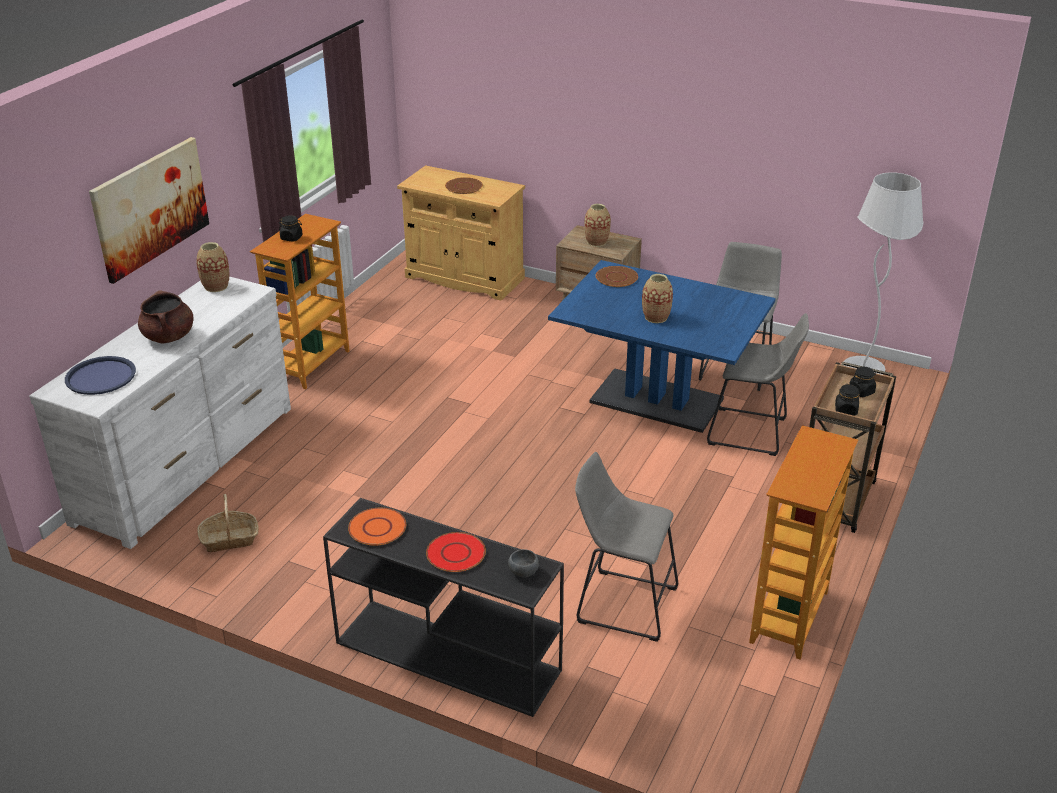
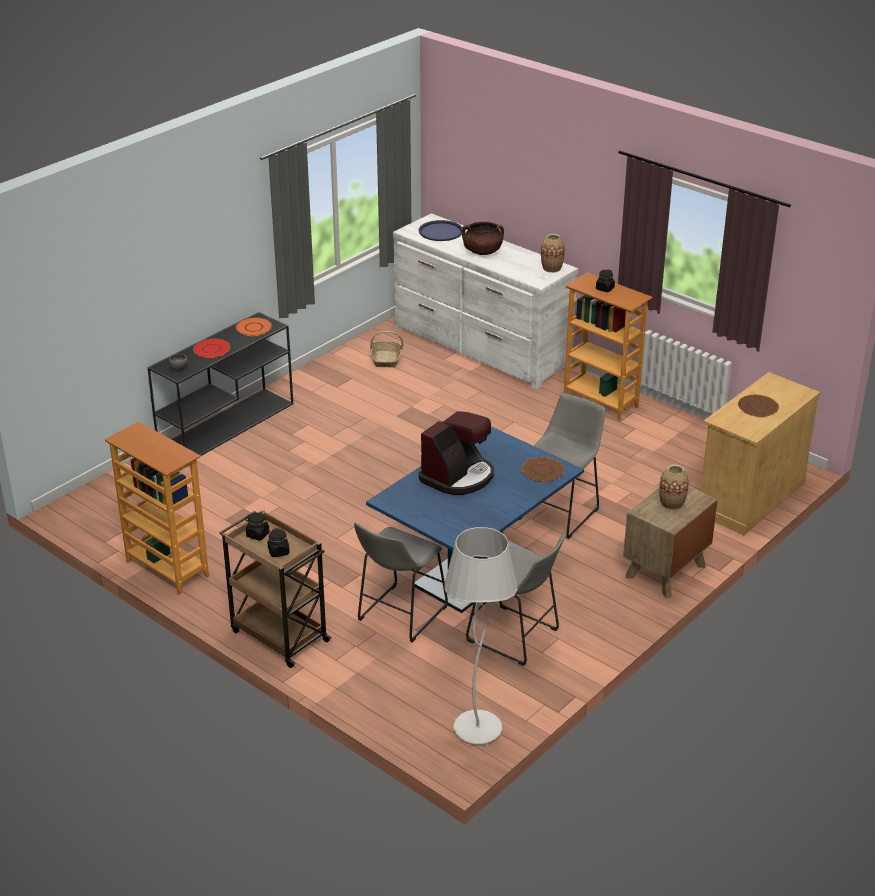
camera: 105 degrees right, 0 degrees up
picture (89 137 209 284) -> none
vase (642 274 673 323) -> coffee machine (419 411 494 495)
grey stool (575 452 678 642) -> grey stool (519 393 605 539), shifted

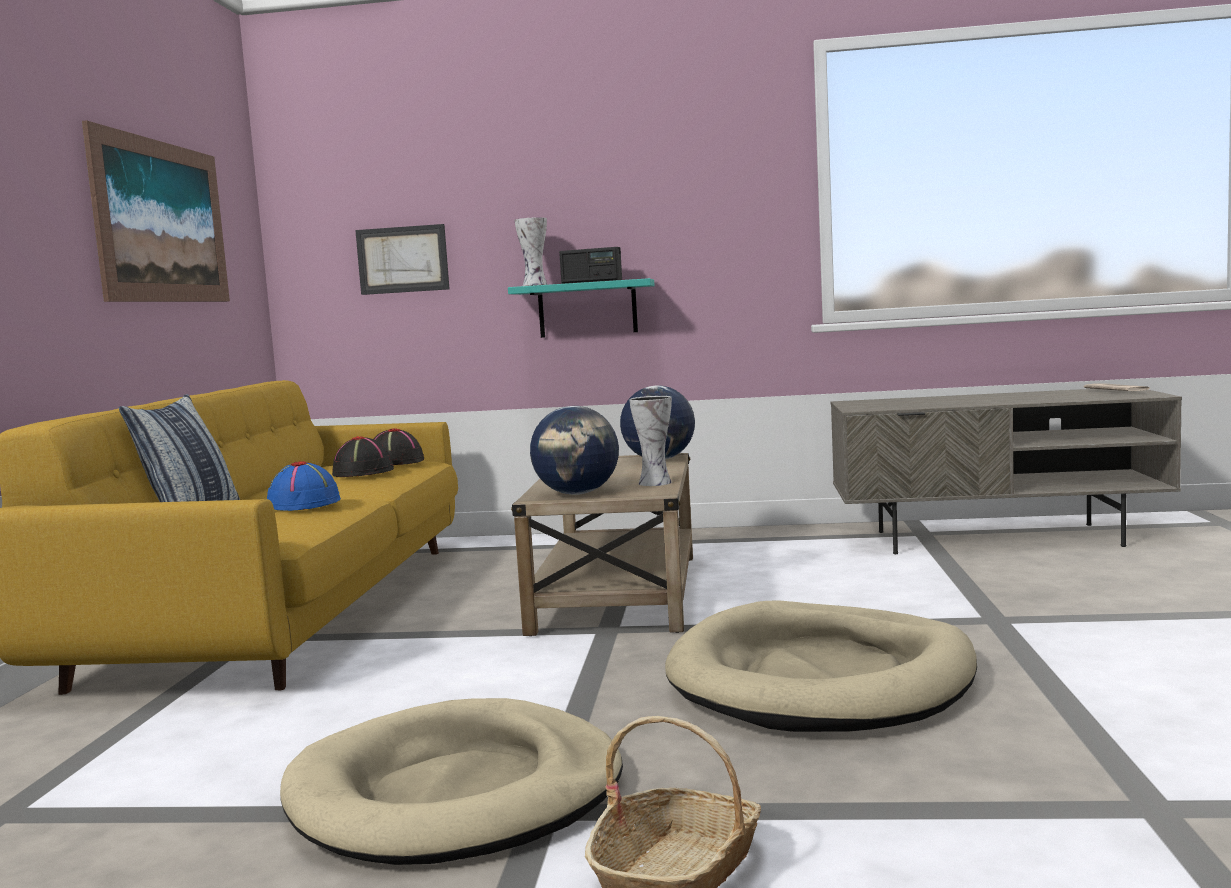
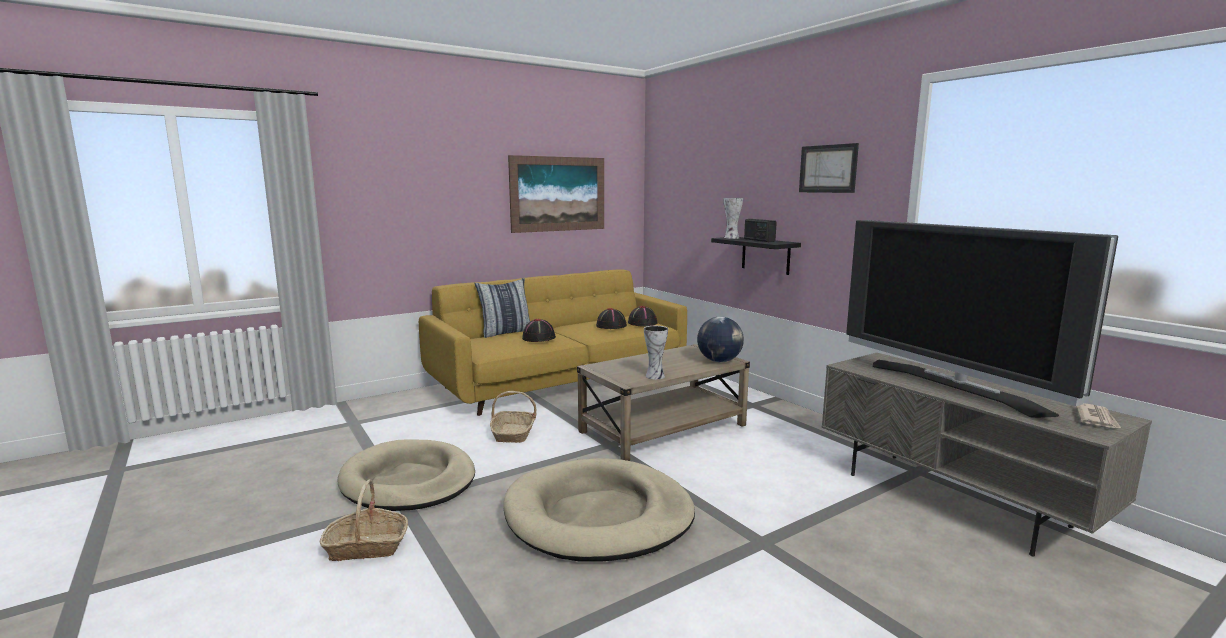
camera: 50 degrees right, 5 degrees up
picture (355 224 450 295) -> picture (799 143 859 193), shifted
turquoise shelf (508 278 655 338) -> black shelf (711 237 801 275)
globe (530 406 619 495) -> none
blue hat (267 461 341 511) -> black hat (522 319 556 342)
none -> television (846 220 1118 418)
none -> basket (490 391 537 443)

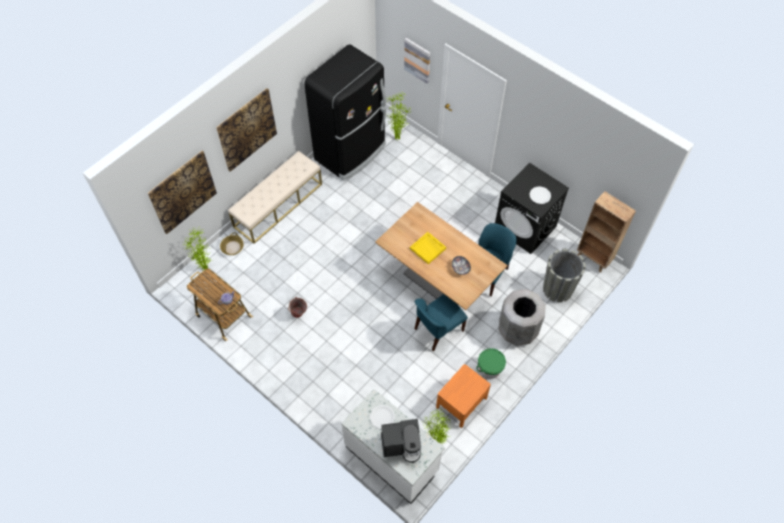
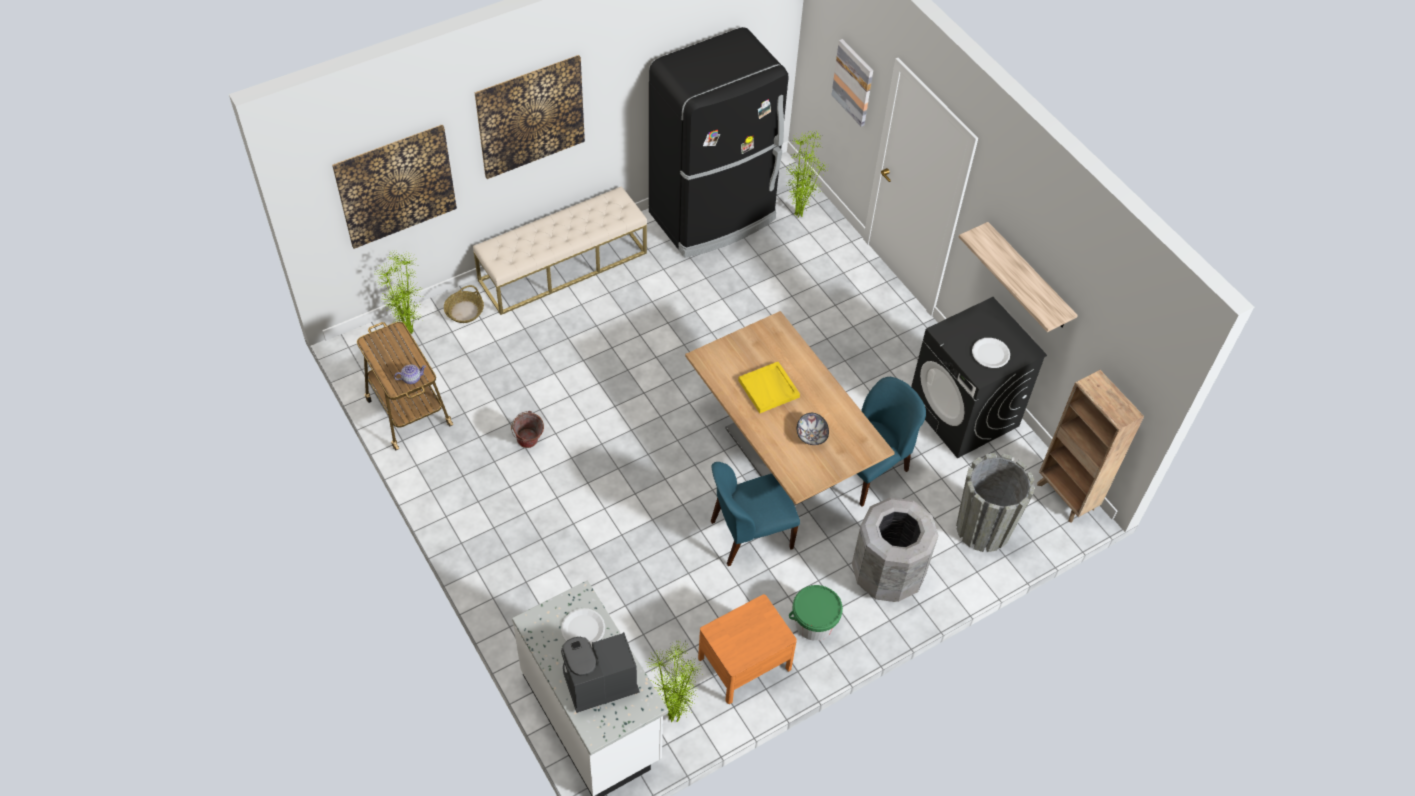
camera: 15 degrees right, 5 degrees down
coffee machine (381 419 421 463) -> coffee machine (561 632 640 713), 150 degrees clockwise
none -> shelf (959 222 1078 332)

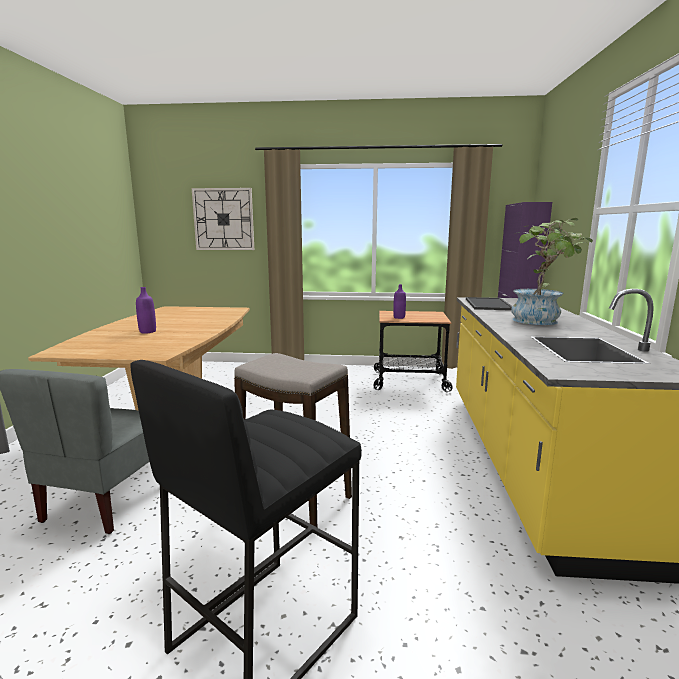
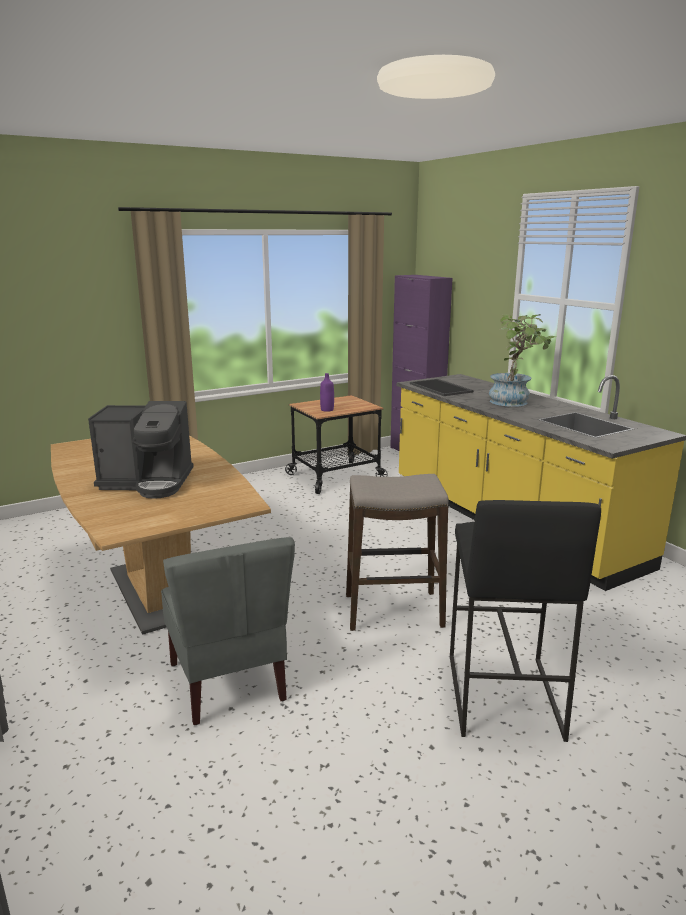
camera: 35 degrees left, 5 degrees up
wall clock (192 188 254 250) -> none
purple bottle (136 287 156 334) -> coffee machine (88 401 194 499)

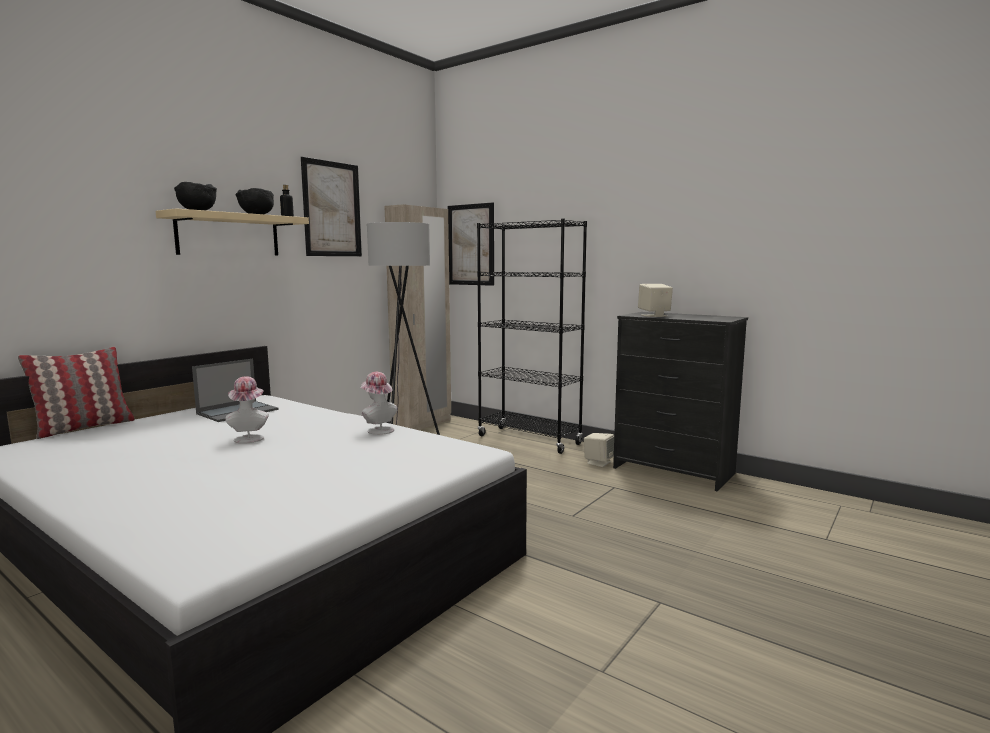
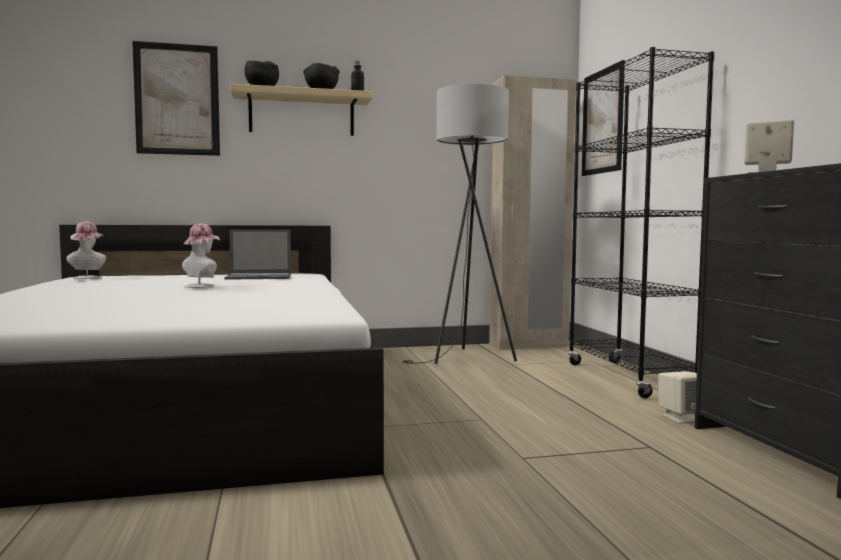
camera: 40 degrees right, 5 degrees down
picture (301 157 362 256) -> picture (132 41 220 156), shifted
pillow (18 347 135 439) -> none
hat (361 372 397 435) -> hat (66 221 106 279), shifted

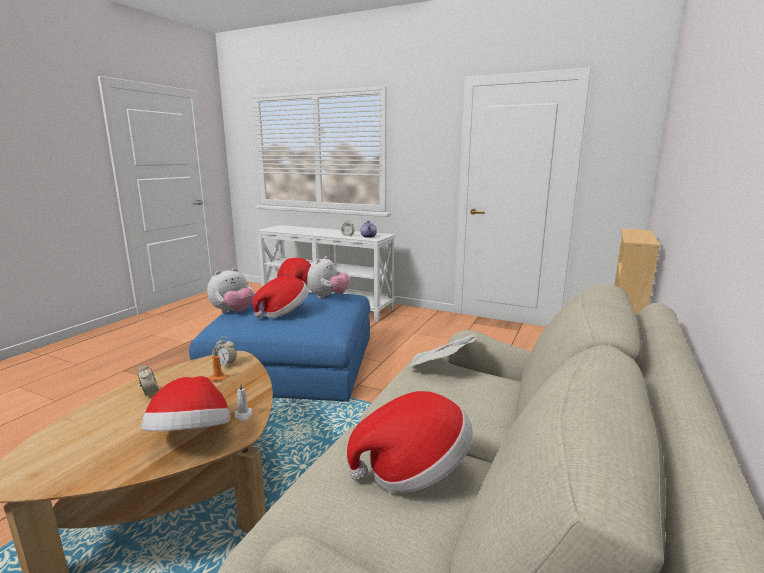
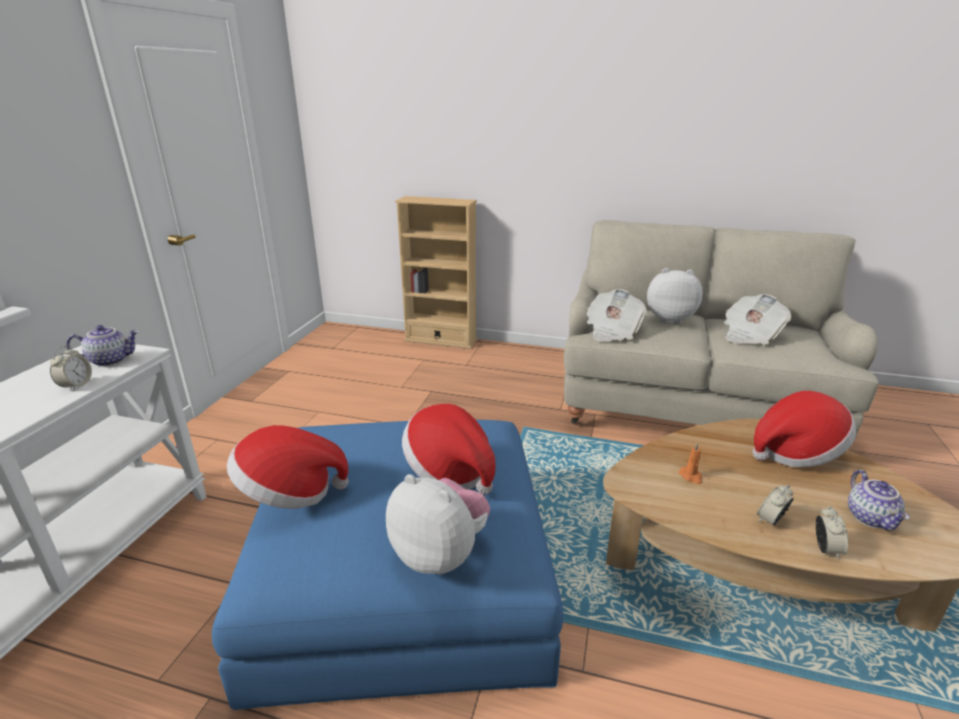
camera: 100 degrees left, 10 degrees up
plush toy (307 256 350 298) -> plush toy (647 268 703 324), shifted
alarm clock (212 336 237 367) -> alarm clock (816 506 848 559), shifted
white candle (234 383 252 421) -> none
hat (347 391 473 493) -> newspaper (724 294 791 345)
none -> teapot (848 470 910 531)

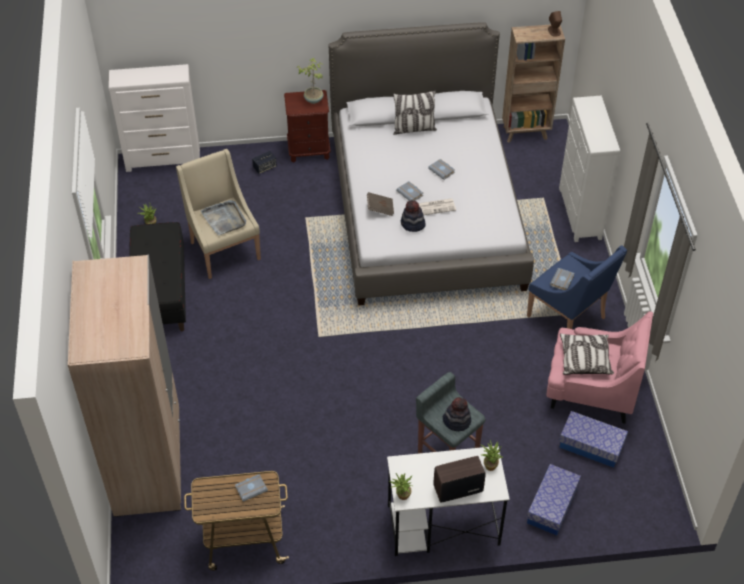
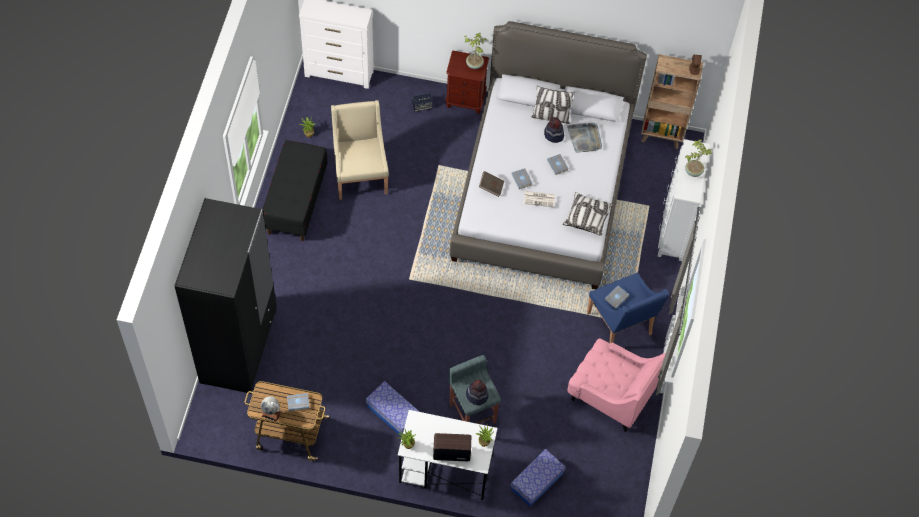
camera: 15 degrees right, 10 degrees up
grey tray (201 200 246 236) -> grey tray (567 123 602 153), shifted
hat (401 200 425 232) -> hat (544 117 564 143), shifted
beige wardrobe (68 255 181 517) -> black wardrobe (174 198 277 394)
pillow (560 333 614 375) -> pillow (563 192 613 236), shifted
storage box (559 411 628 468) -> storage box (366 381 419 437), shifted
none -> potted plant (685 139 712 177)
none -> globe (261 397 281 422)

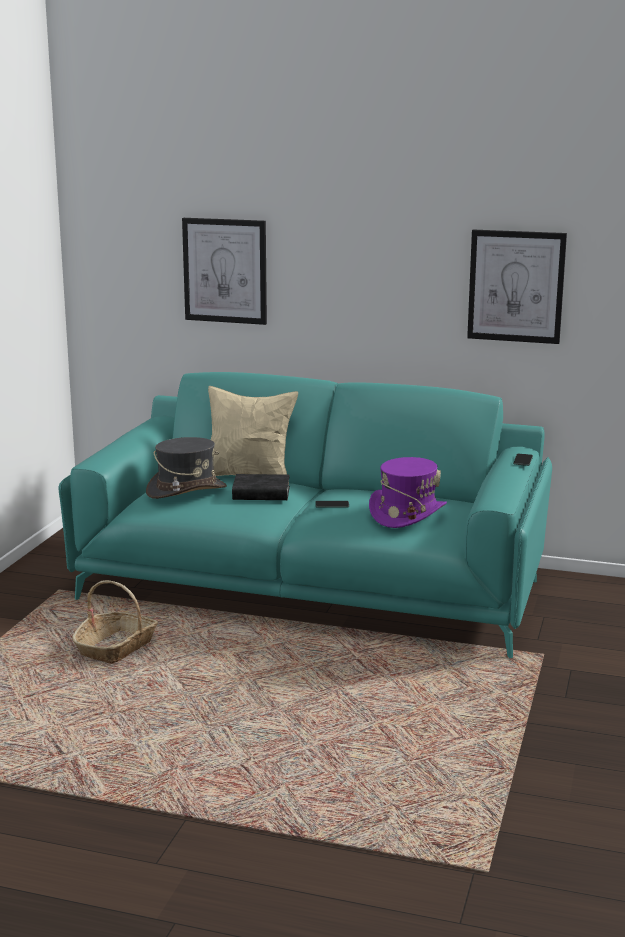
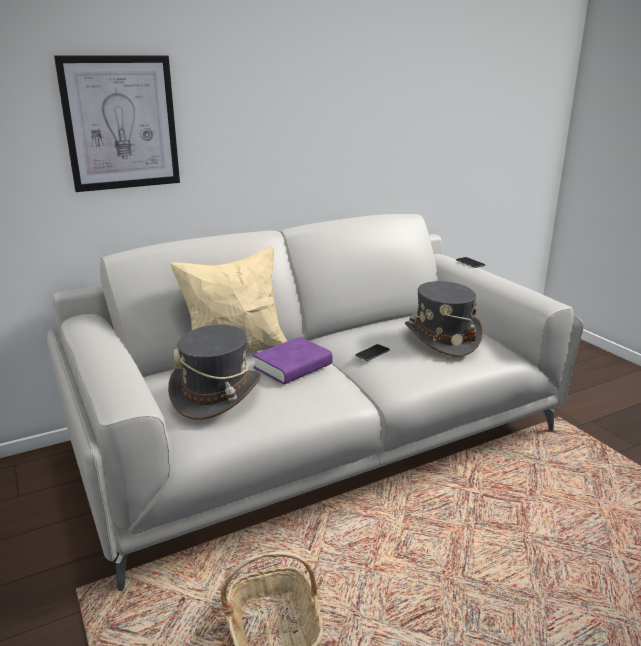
camera: 45 degrees left, 5 degrees up
picture (467 230 567 344) -> none
turquoise sofa (58 372 552 658) -> grey sofa (47 214 584 591)
purple hat (369 457 447 528) -> grey hat (405 281 483 356)
black book (232 474 290 500) -> purple book (253 337 333 384)

